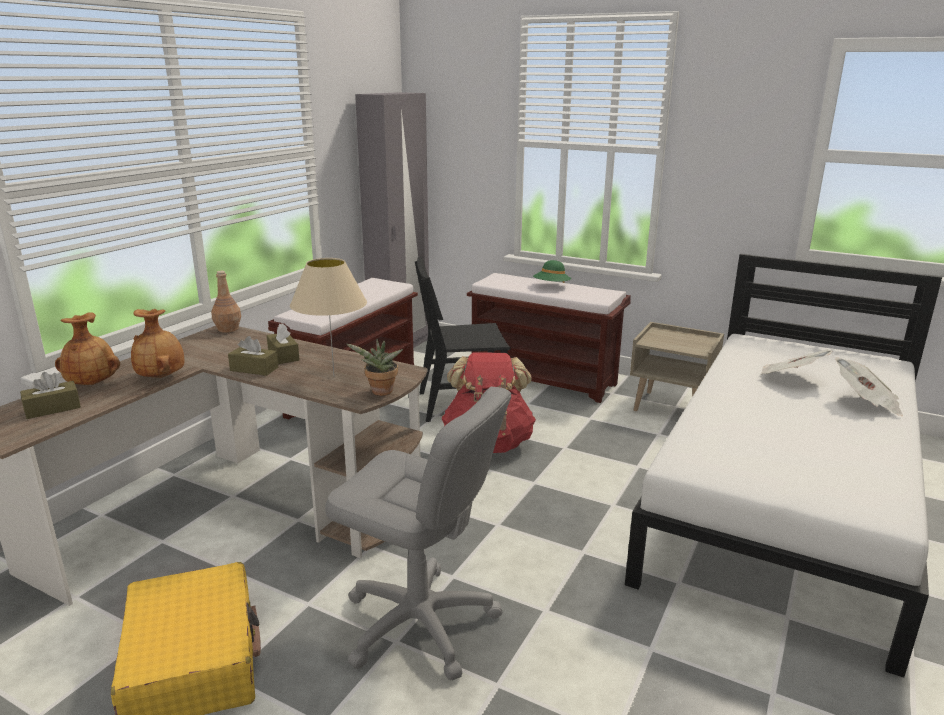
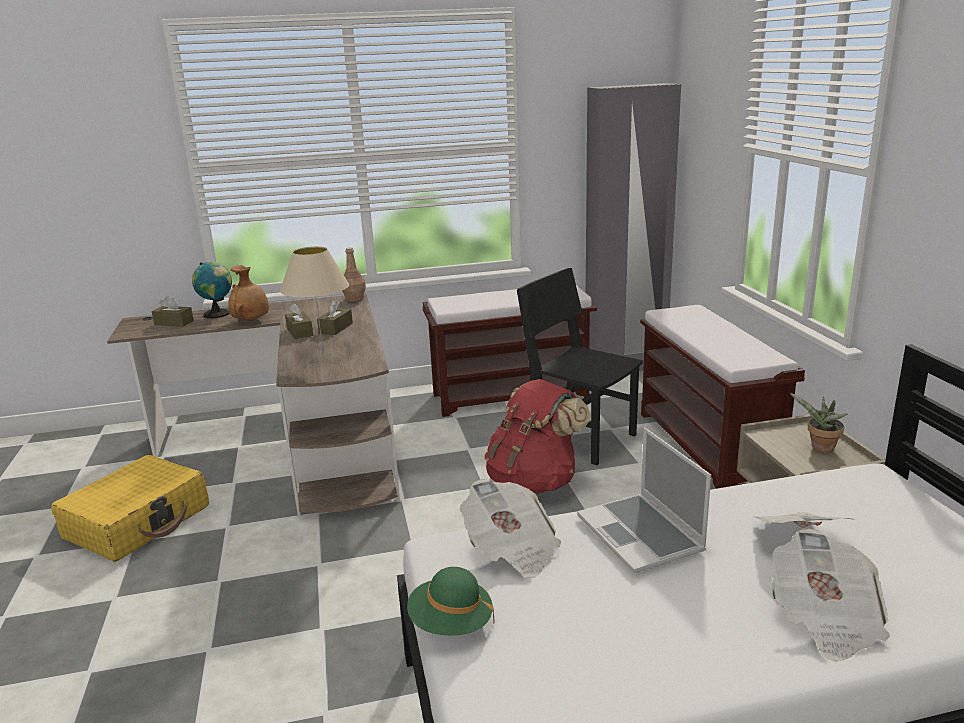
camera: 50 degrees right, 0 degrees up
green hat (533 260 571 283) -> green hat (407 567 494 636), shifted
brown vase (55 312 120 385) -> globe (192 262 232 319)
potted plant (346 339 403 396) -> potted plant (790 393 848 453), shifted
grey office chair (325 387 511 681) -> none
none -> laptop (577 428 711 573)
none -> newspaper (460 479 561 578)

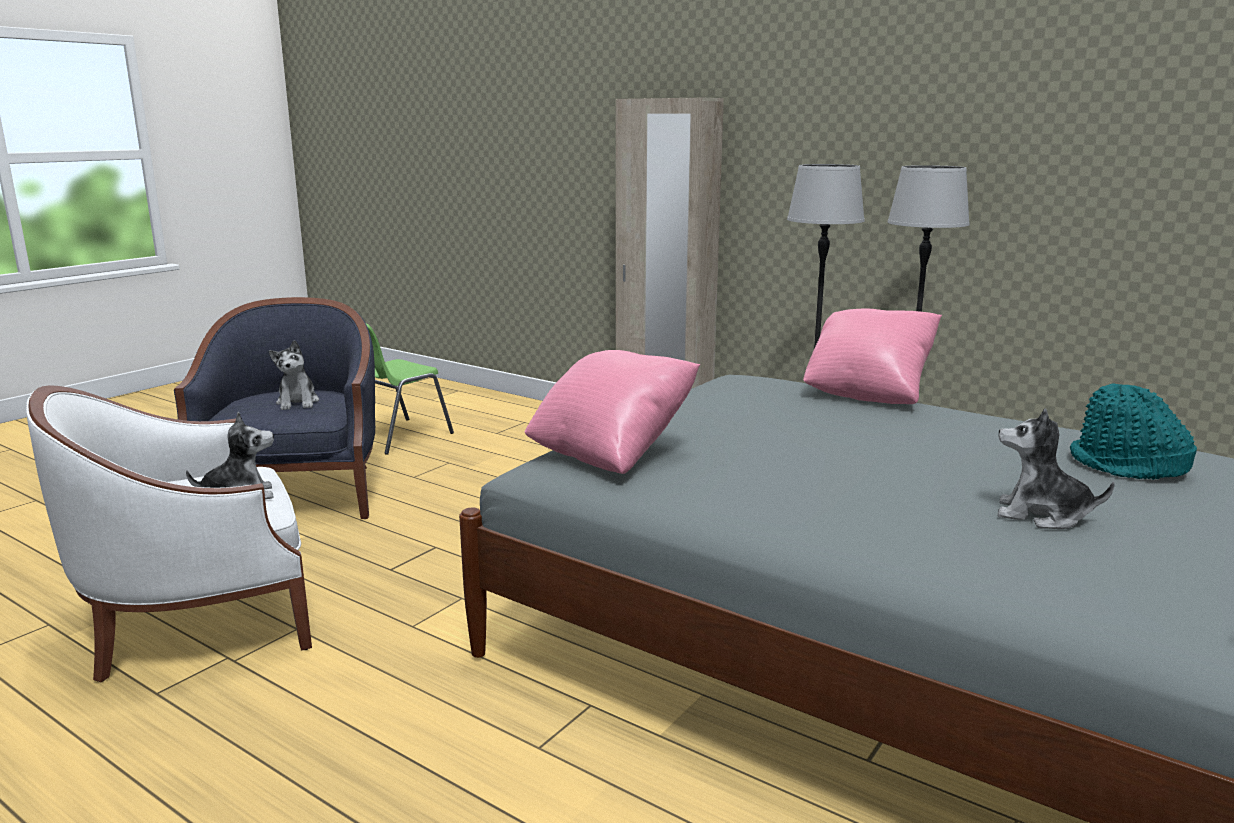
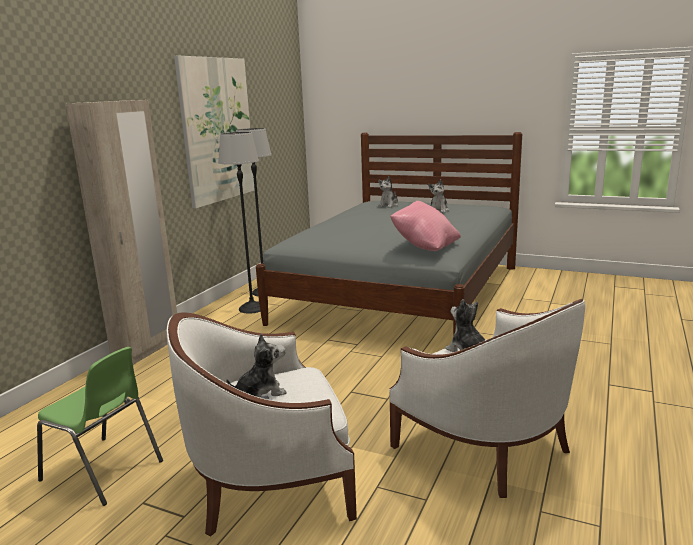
camera: 100 degrees left, 0 degrees up
blue armchair (174 297 375 519) -> white armchair (167 312 357 536)
pink pillow (803 308 942 404) -> none
turquoise hat (1070 384 1197 480) -> plush toy (378 176 399 208)
none -> picture (174 56 255 209)

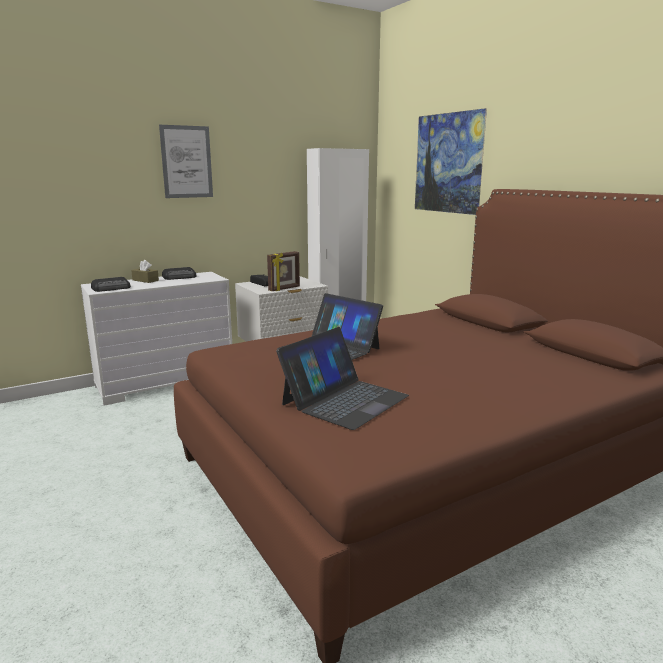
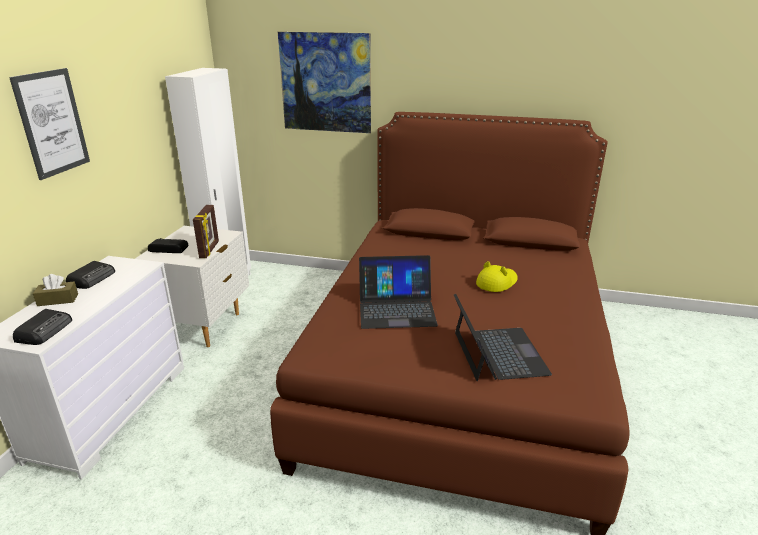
camera: 45 degrees left, 10 degrees up
none -> yellow hat (476 261 518 292)

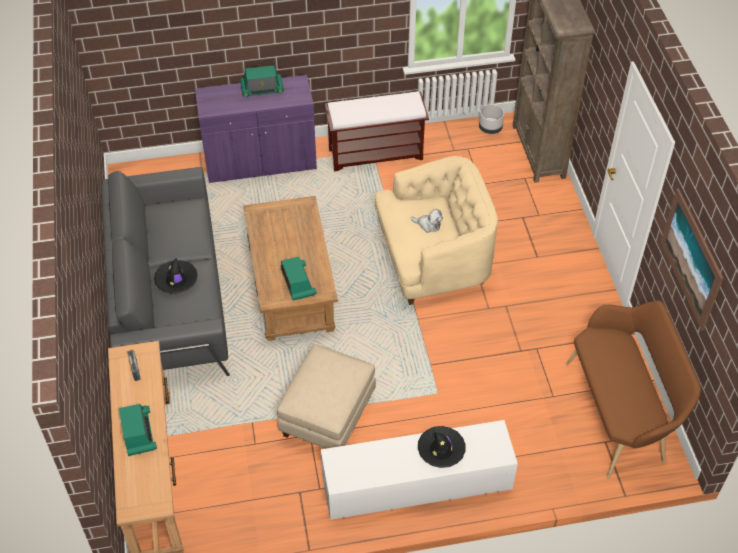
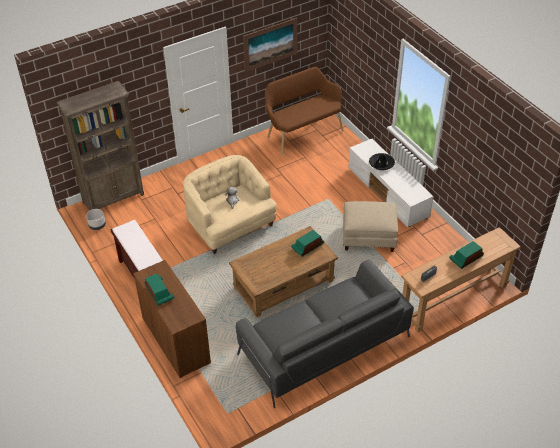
camera: 110 degrees left, 5 degrees down
purple cabinet (195 75 317 183) -> brown cabinet (133 260 211 378)
black hat (154 258 198 294) -> none

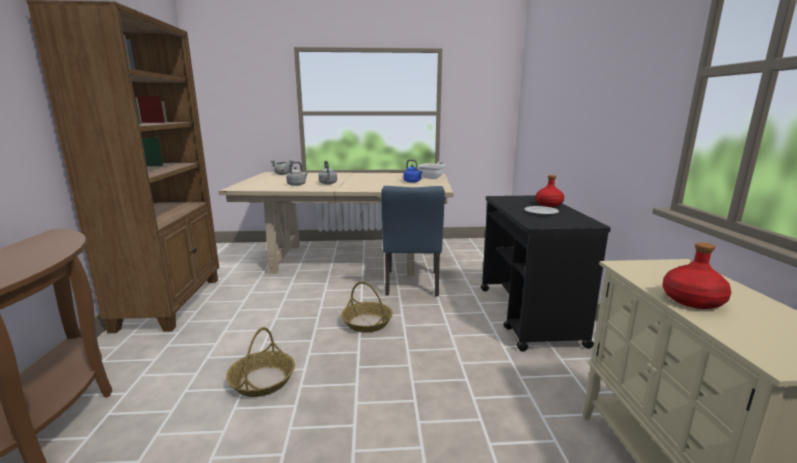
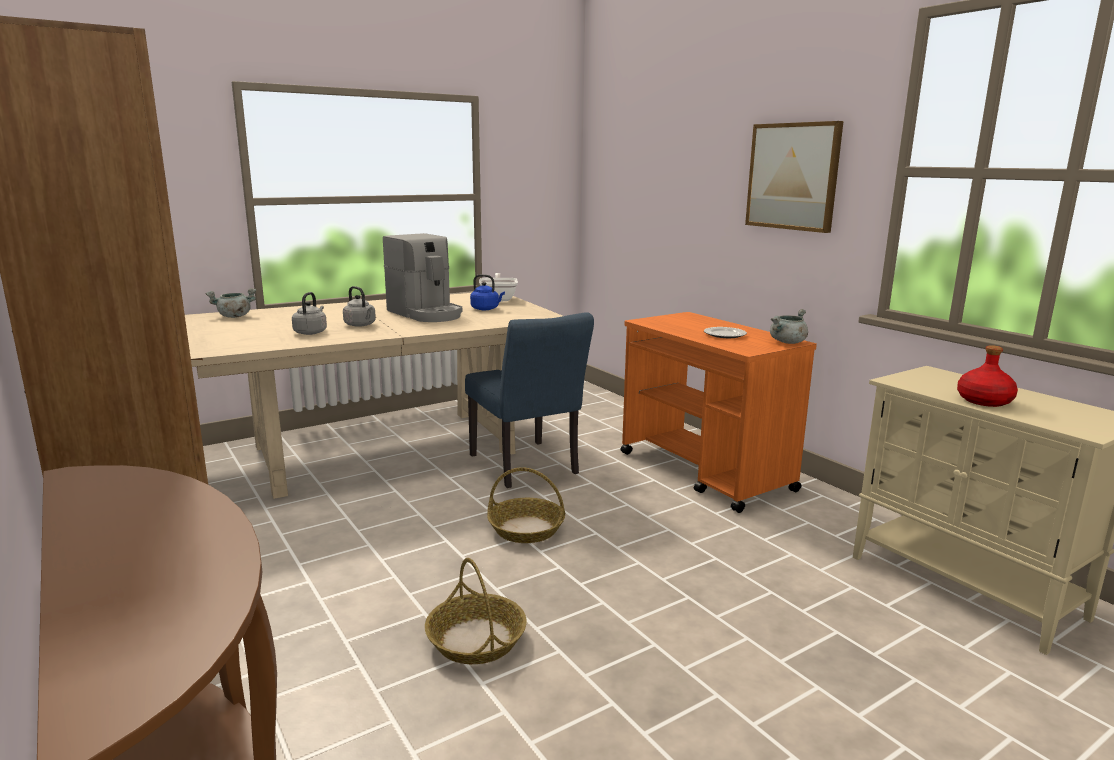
camera: 30 degrees left, 0 degrees up
red bottle (535 175 564 207) -> none
black cart (481 195 611 352) -> orange cart (620 312 817 513)
none -> picture (745 121 844 233)
none -> coffee machine (383 233 462 322)
none -> grey cooking pot (770 309 808 344)

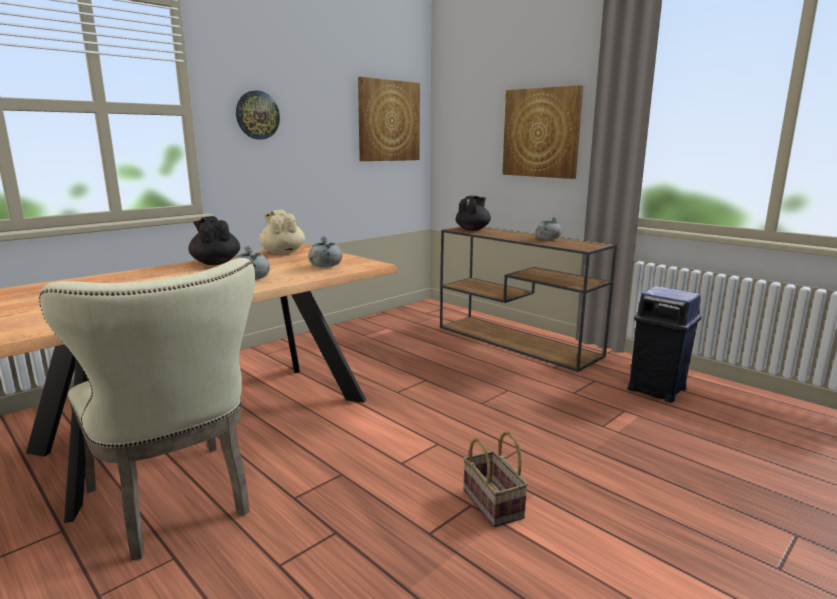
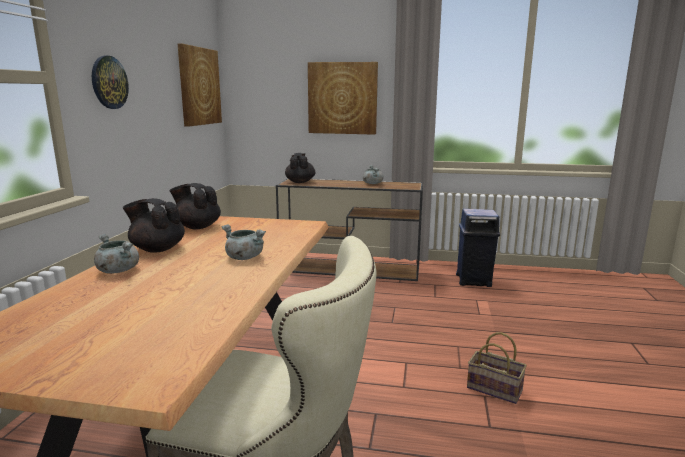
camera: 35 degrees left, 0 degrees up
beige teapot (259 210 305 255) -> black teapot (169 183 221 229)
grey cooking pot (309 236 342 267) -> grey cooking pot (94 234 139 274), shifted

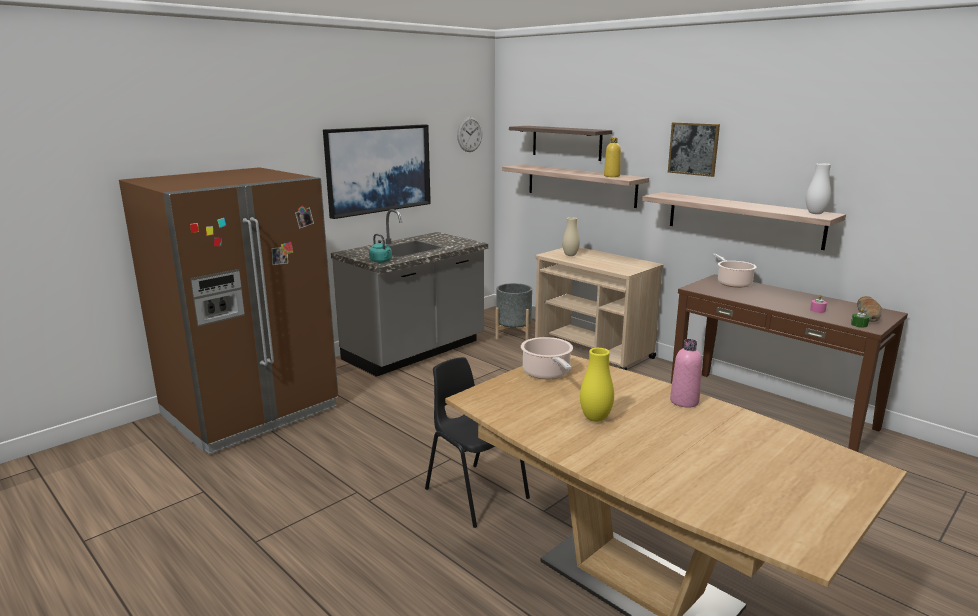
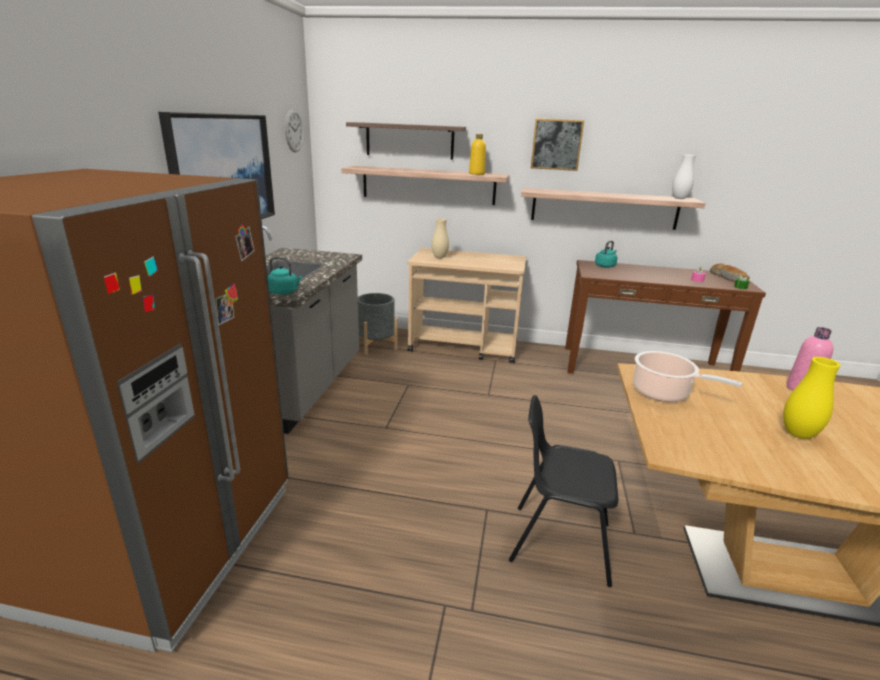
camera: 35 degrees left, 5 degrees up
cooking pot (713 254 757 288) -> turquoise kettle (595 241 618 268)

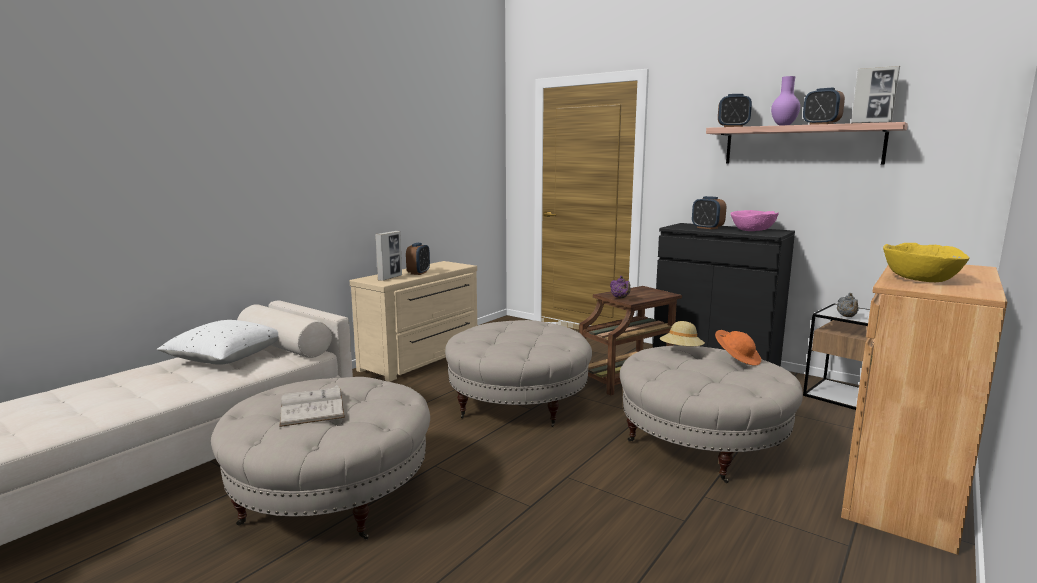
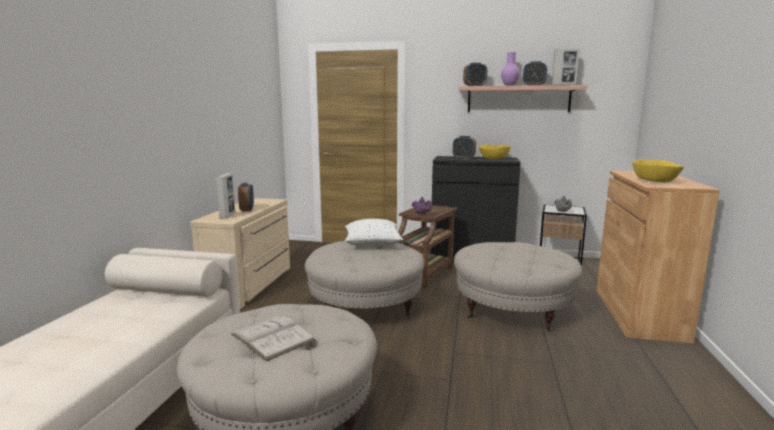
camera: 25 degrees left, 0 degrees up
pink bowl (731 210 779 231) -> yellow bowl (479 145 511 159)
white pillow (157 320 278 365) -> white pillow (345 219 403 247), shifted
beige hat (660 321 705 346) -> none
orange hat (715 330 761 365) -> none

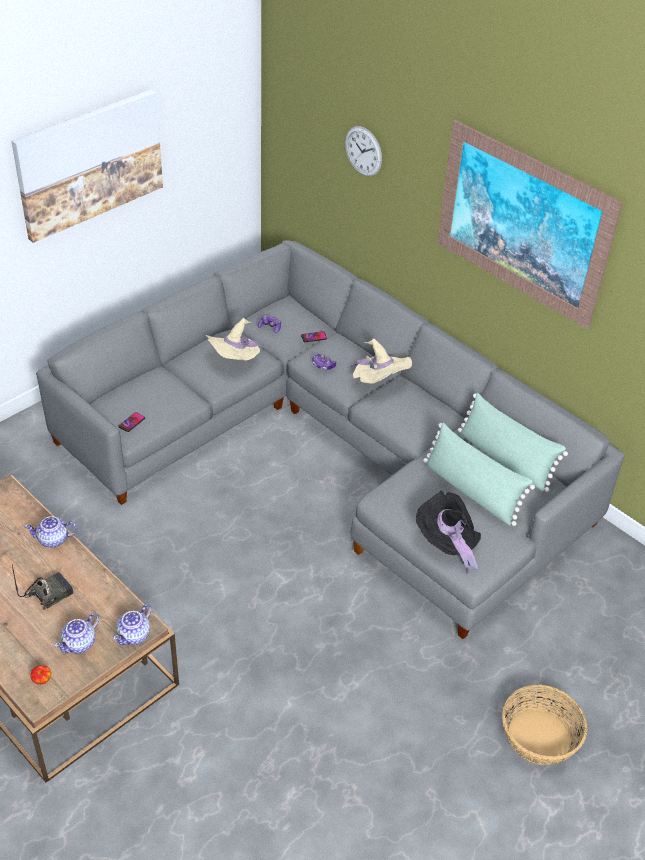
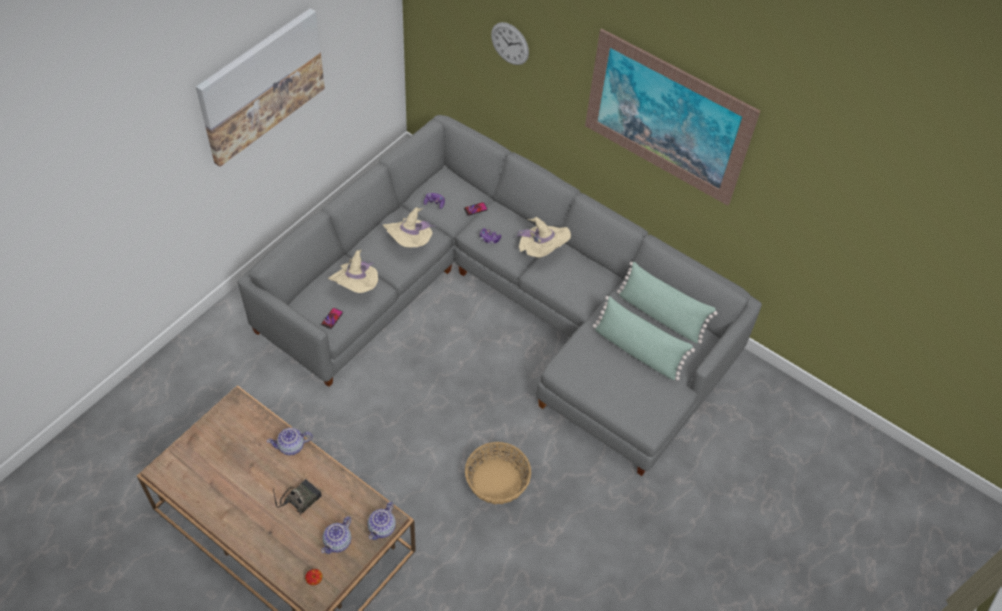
camera: 10 degrees left, 10 degrees up
black hat (416 491 481 574) -> none
basket (502 685 587 765) -> basket (465 442 531 504), shifted
none -> beige hat (328 249 378 293)

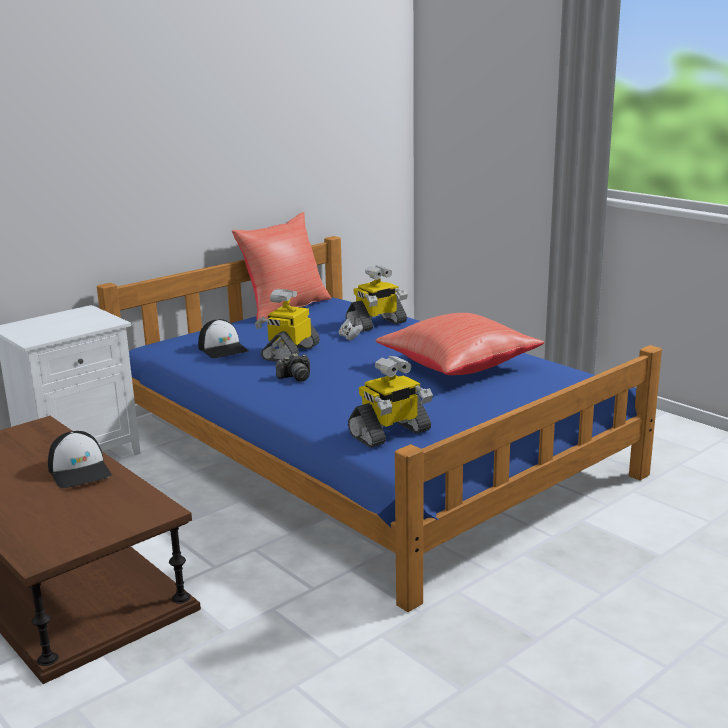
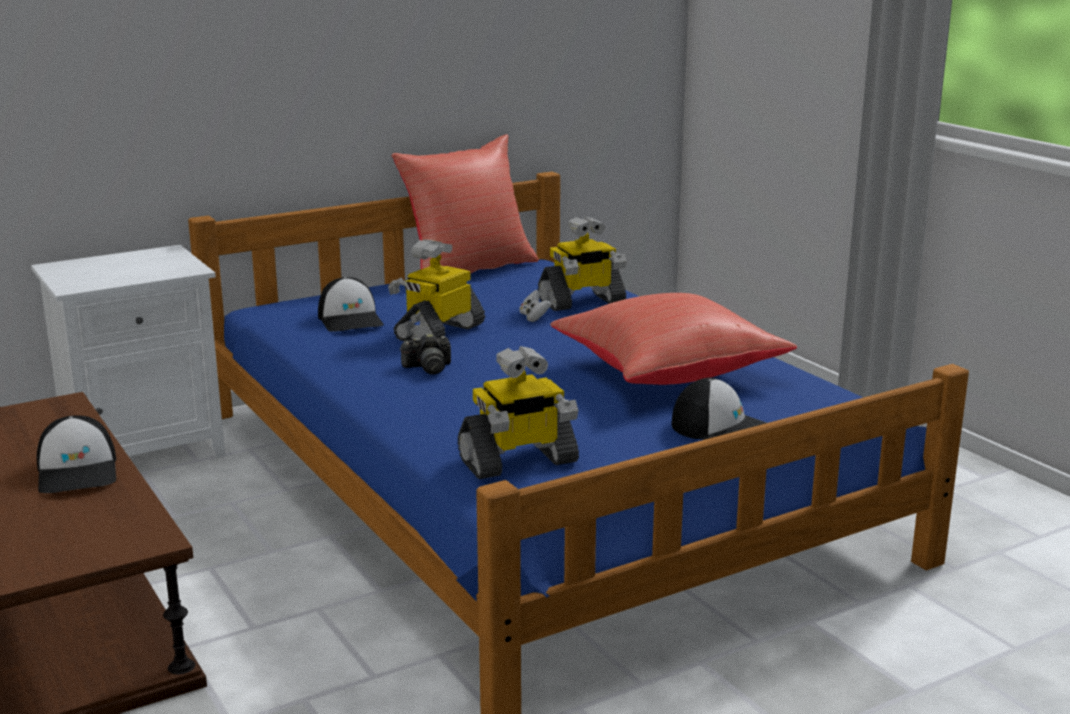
camera: 10 degrees right, 0 degrees up
none -> cap (672 378 767 440)

